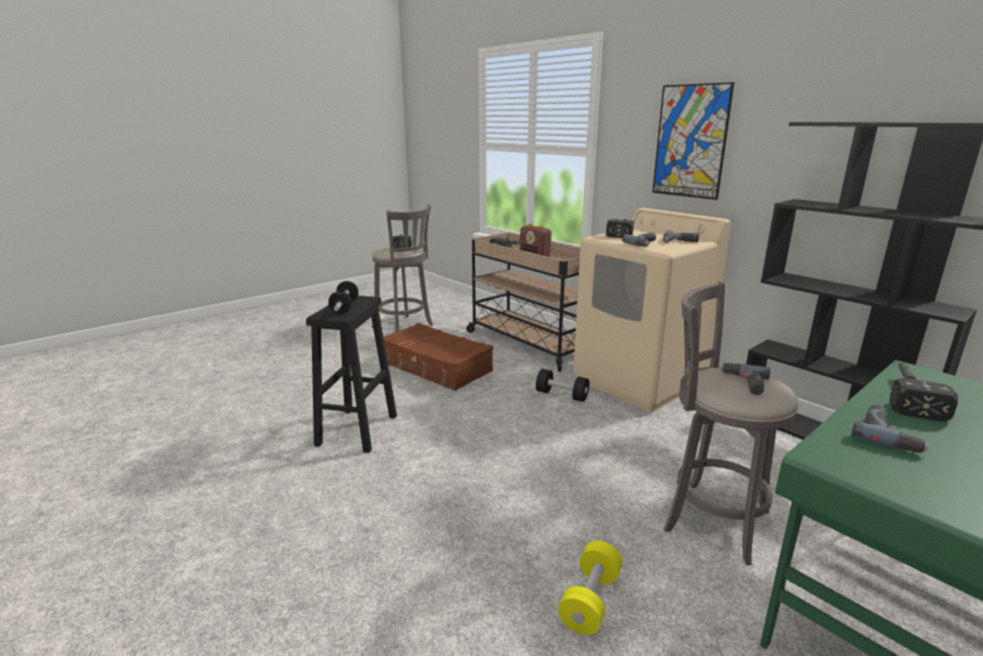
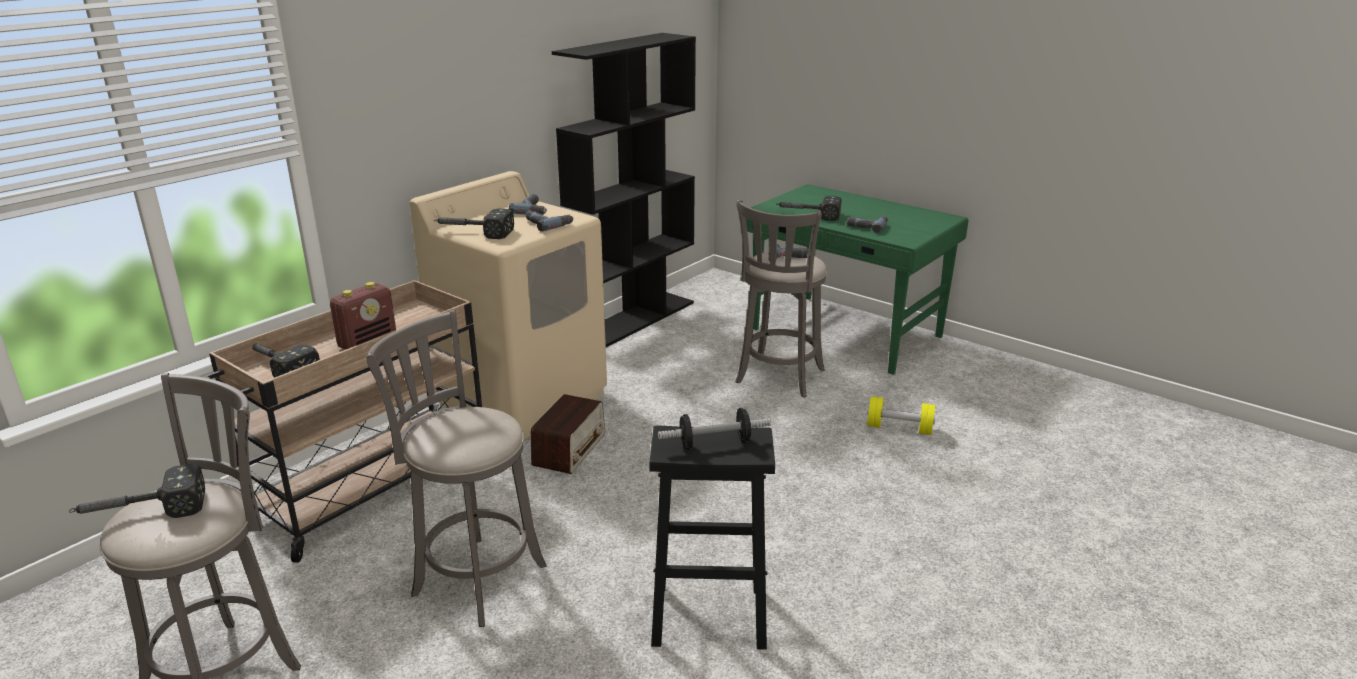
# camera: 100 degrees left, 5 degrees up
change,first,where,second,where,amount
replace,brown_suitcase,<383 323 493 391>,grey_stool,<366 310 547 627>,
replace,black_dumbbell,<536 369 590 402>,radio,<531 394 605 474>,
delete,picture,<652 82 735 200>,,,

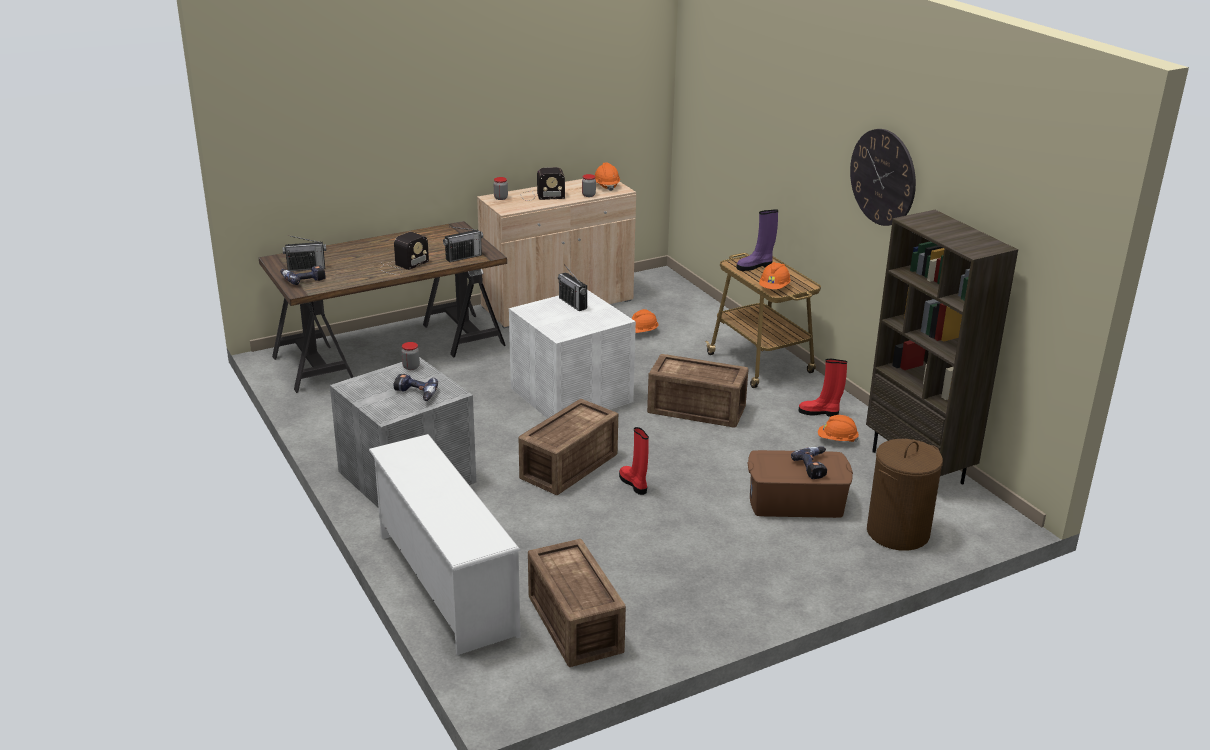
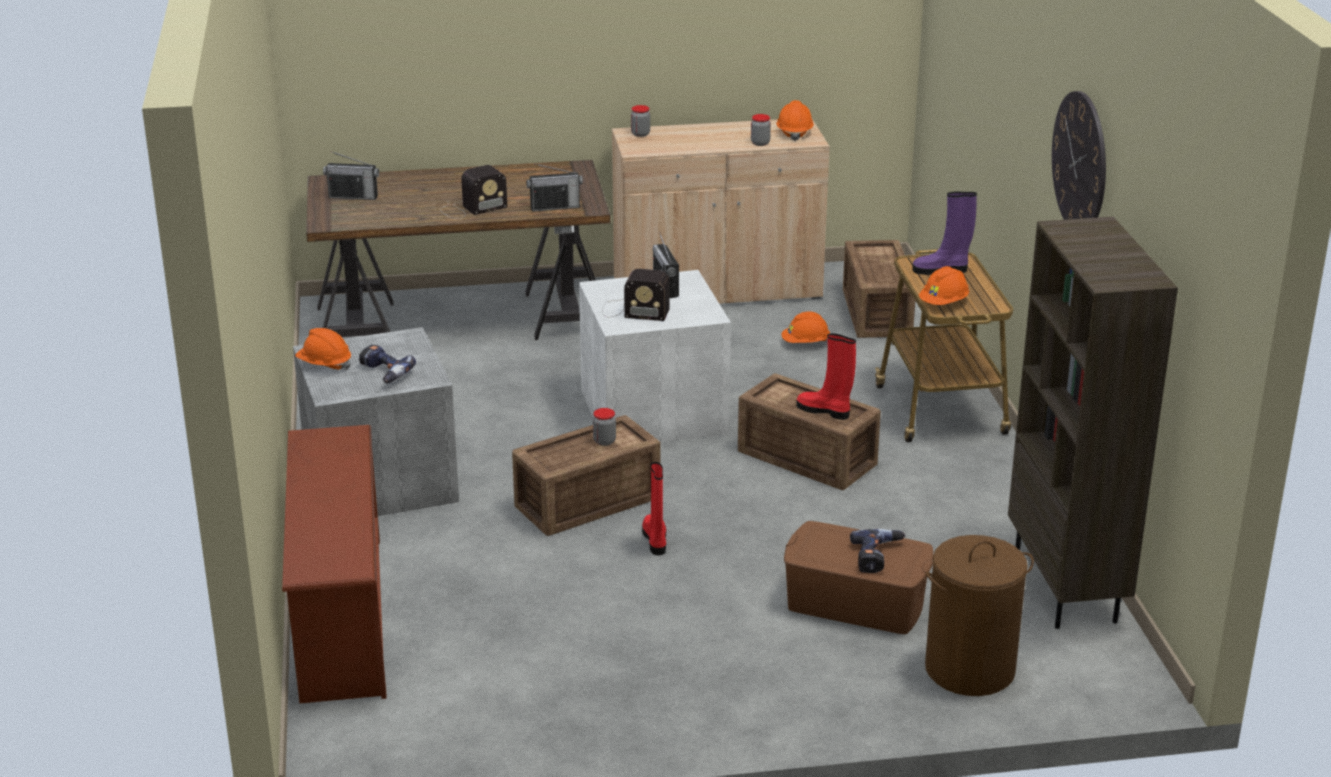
# camera: 20 degrees right, 0 degrees up
change,first,where,second,where,amount
delete,power_drill,<280 266 325 285>,,,
recolor,white_shoe_rack,<369 434 521 655>,brown_shoe_rack,<282 425 387 703>,
move,jar,<401 342 420 370>,,<593 408 616 446>,
move,radio,<521 167 565 201>,,<602 269 670 321>,
move,crate,<528 539 626 667>,,<843 240 915 338>,
move,red_boot,<799 359 847 417>,,<796 333 856 420>,
move,orange_hard_hat,<818 415 859 442>,,<295 328 351 371>,

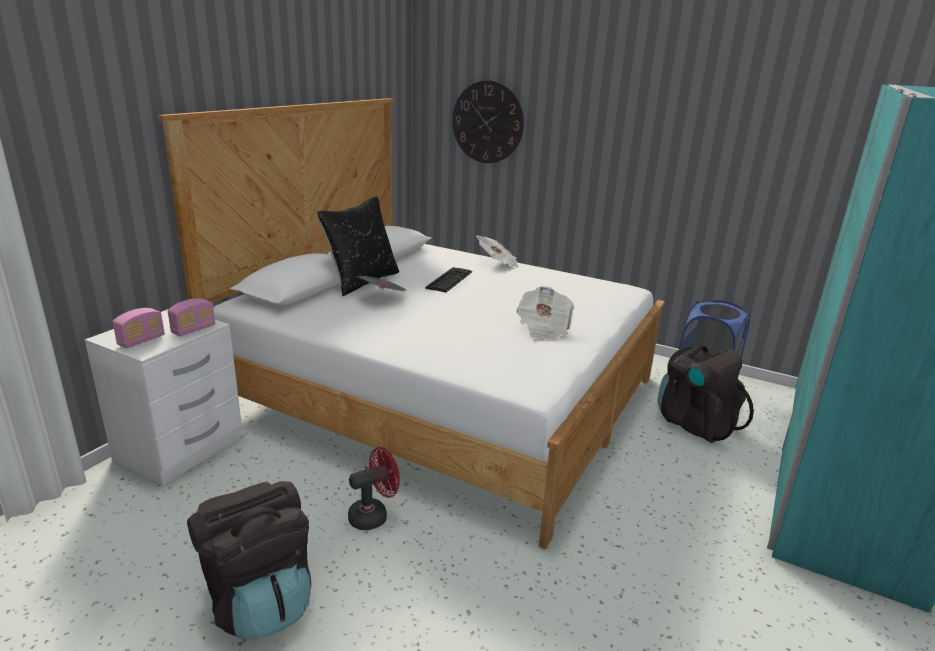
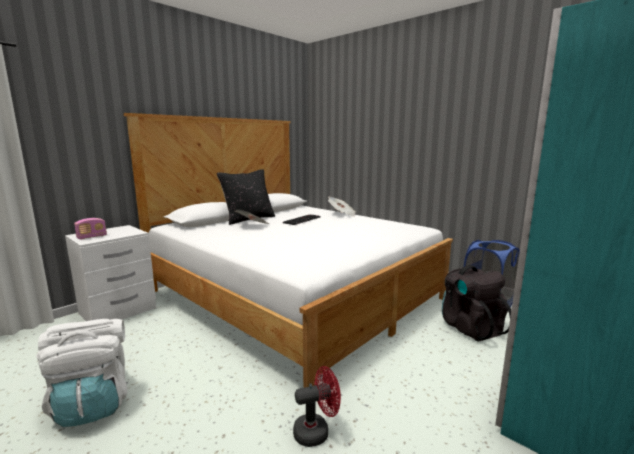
# camera: 15 degrees right, 10 degrees down
change,first,where,second,where,amount
delete,radio,<167 298 215 336>,,,
recolor,black_backpack,<187 481 311 639>,white_backpack,<36 319 128 427>,
move,red_fan,<348 447 400 530>,,<293 366 341 447>,
delete,wall_clock,<452 80 524 163>,,,
delete,newspaper,<516 286 574 340>,,,

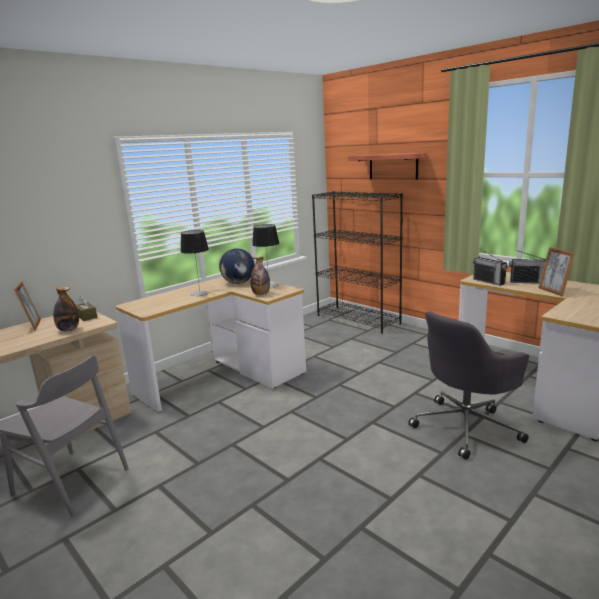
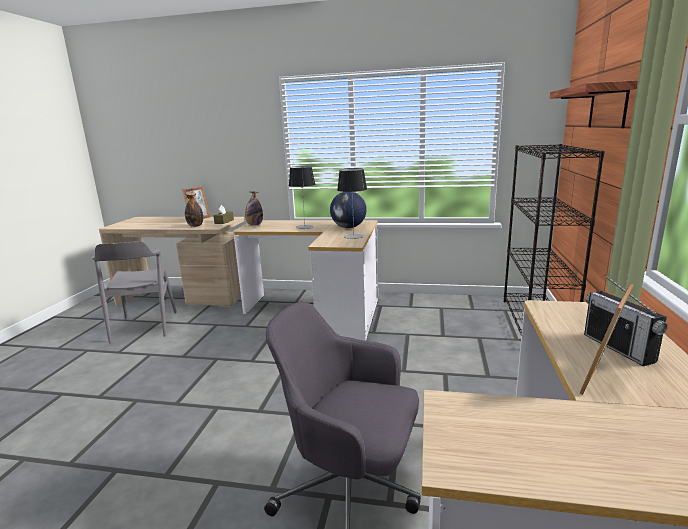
# camera: 55 degrees right, 0 degrees up
change,first,where,second,where,amount
move,bottle,<250 257 270 295>,,<245 191 263 226>,
delete,radio,<473 250 508 286>,,,

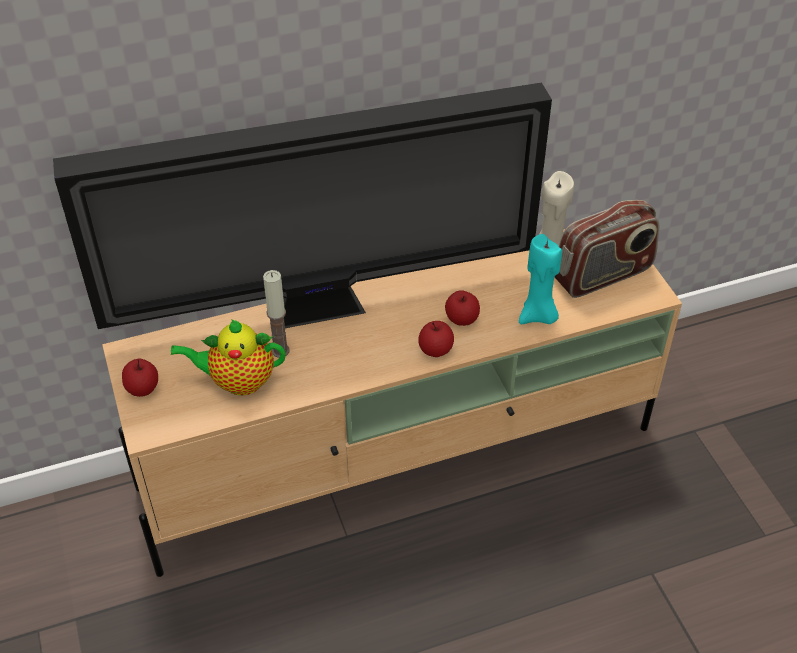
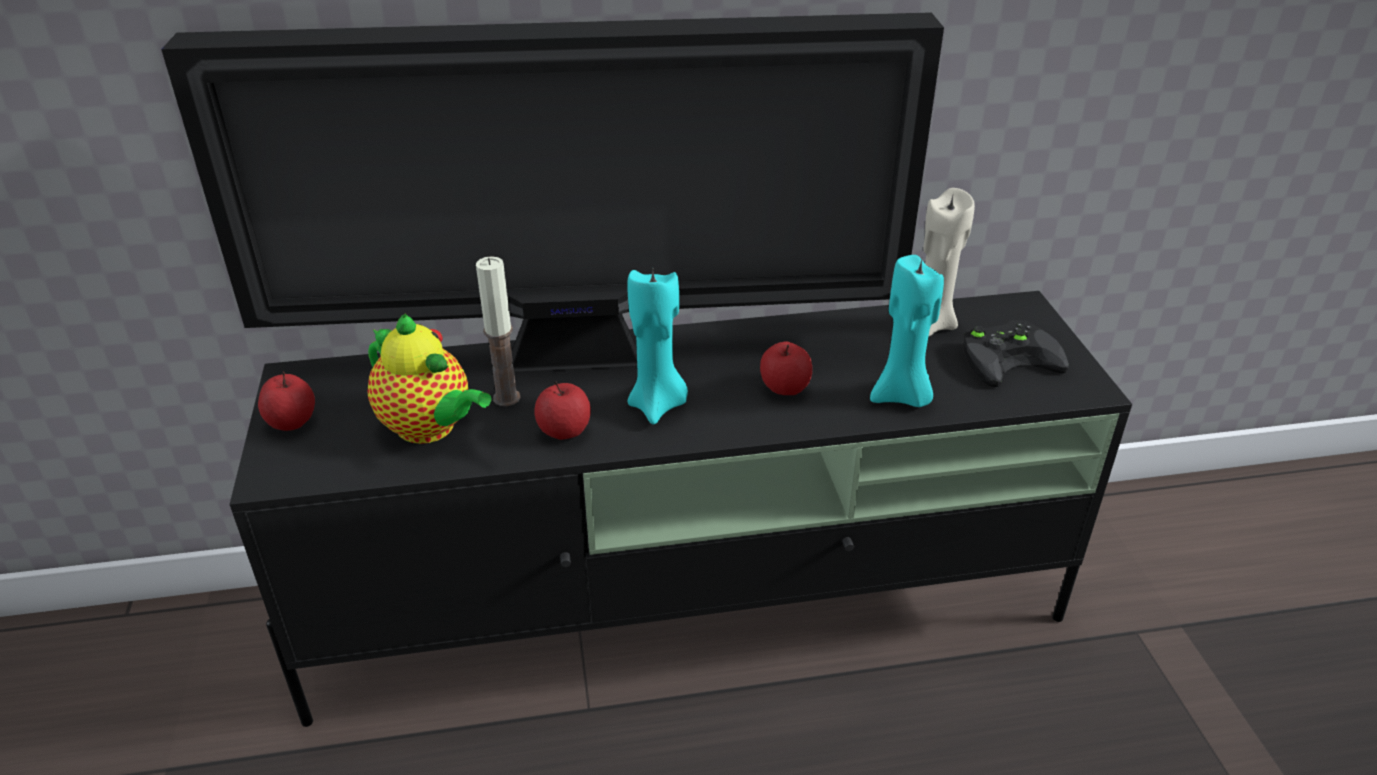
# camera: 10 degrees right, 10 degrees down
change,first,where,second,where,amount
recolor,beige_tv_stand,<102 229 682 577>,black_tv_stand,<229 291 1132 727>,
rotate,teapot,<171 319 286 395>,,<367 313 491 444>,150 degrees counterclockwise
move,apple,<418 321 454 357>,,<535 381 591 440>,
replace,radio,<555 200 659 298>,black_game_controller,<964 320 1069 387>,
insert,,,turquoise_candle,<627 269 688 425>,

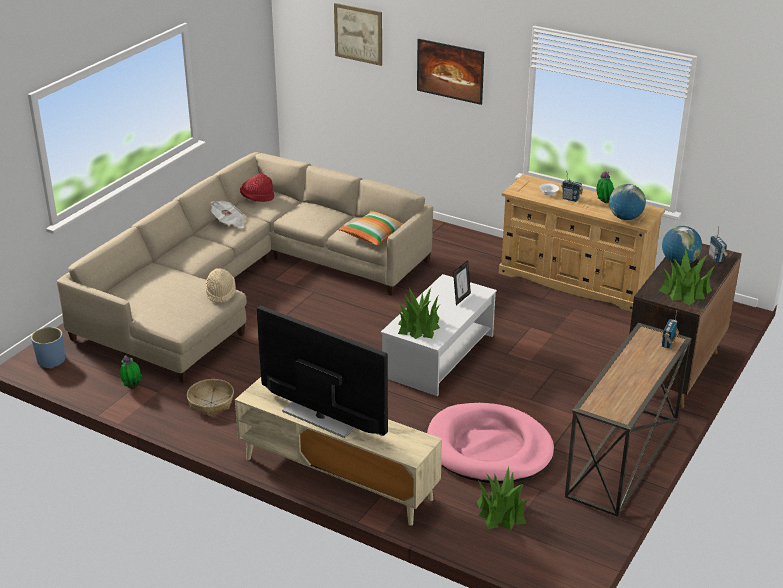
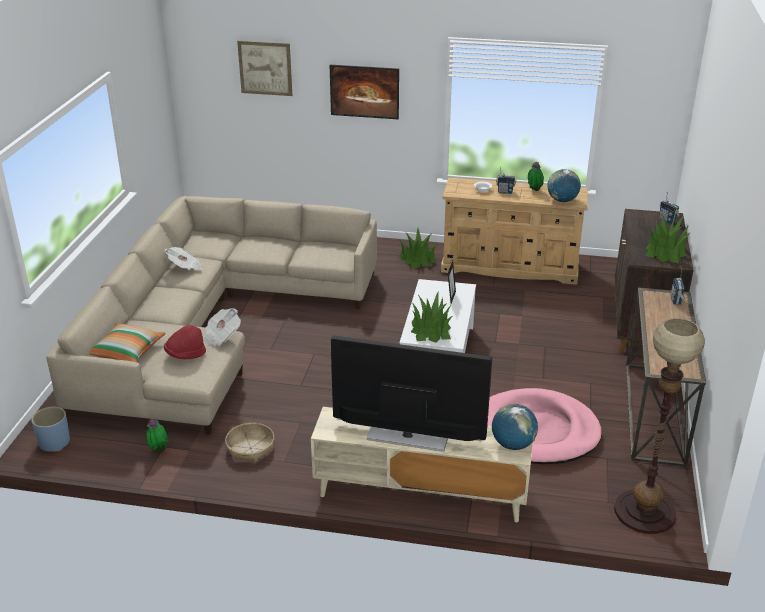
# camera: 20 degrees left, 0 degrees up
change,first,where,second,where,amount
replace,beige_hat,<206 268 236 303>,newspaper,<203 308 241 346>,
move,red_hat,<240 174 274 202>,,<164 325 206 359>,
move,pillow,<338 210 404 245>,,<89 322 166 362>,
move,potted_plant,<477 467 529 530>,,<399 228 437 269>,
move,globe,<662 226 702 265>,,<492 404 538 450>,
insert,,,floor_lamp,<614 318 705 534>,

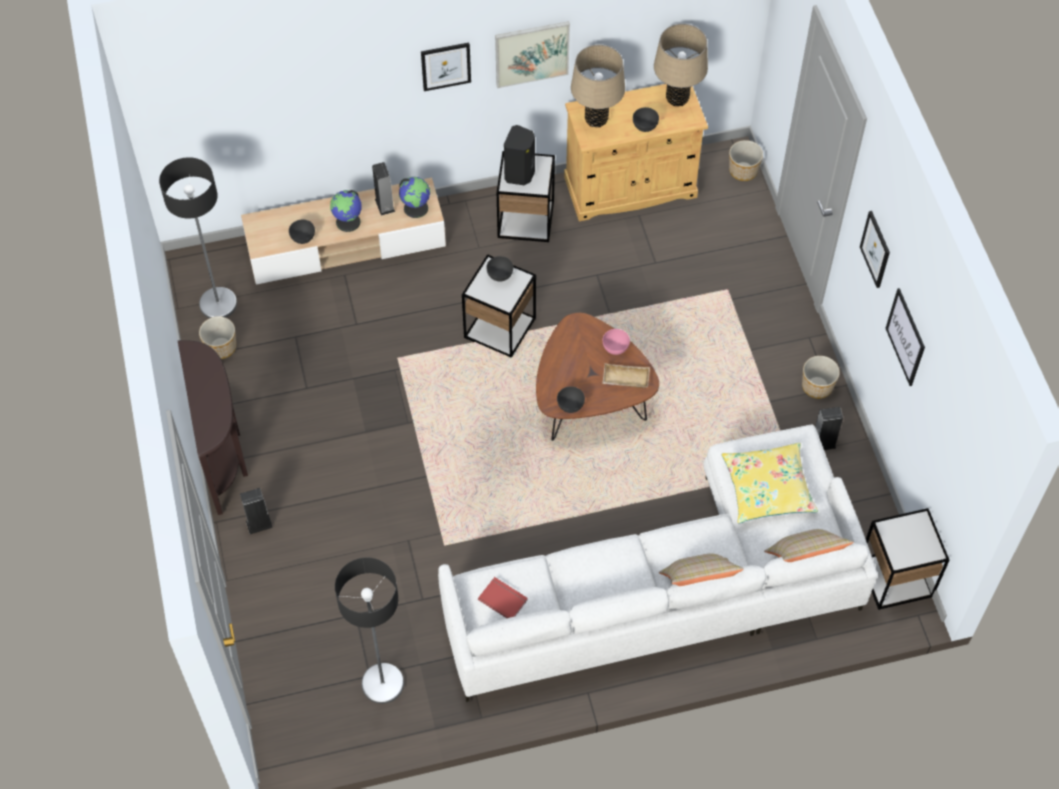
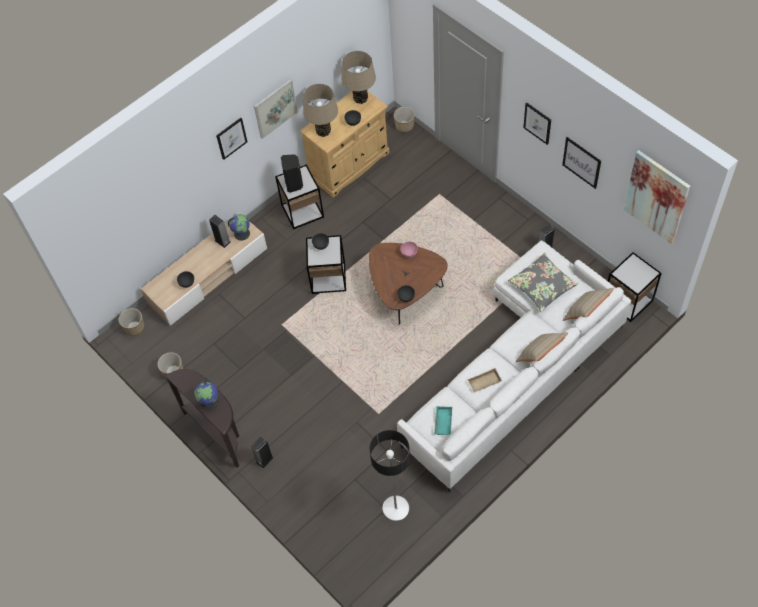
# camera: 25 degrees left, 0 degrees up
change,first,where,second,where,amount
delete,floor_lamp,<159 157 237 318>,,,
move,globe,<330 190 362 232>,,<194 380 219 410>,
replace,red_book,<478 577 528 618>,turquoise_tray,<434 406 452 435>,
move,beige_tray,<602 363 650 388>,,<467 368 502 393>,
recolor,yellow_pillow,<721 443 818 523>,grey_pillow,<508 253 578 312>,
move,planter,<802 356 840 399>,,<119 308 144 336>,
insert,,,picture,<624 150 690 244>,

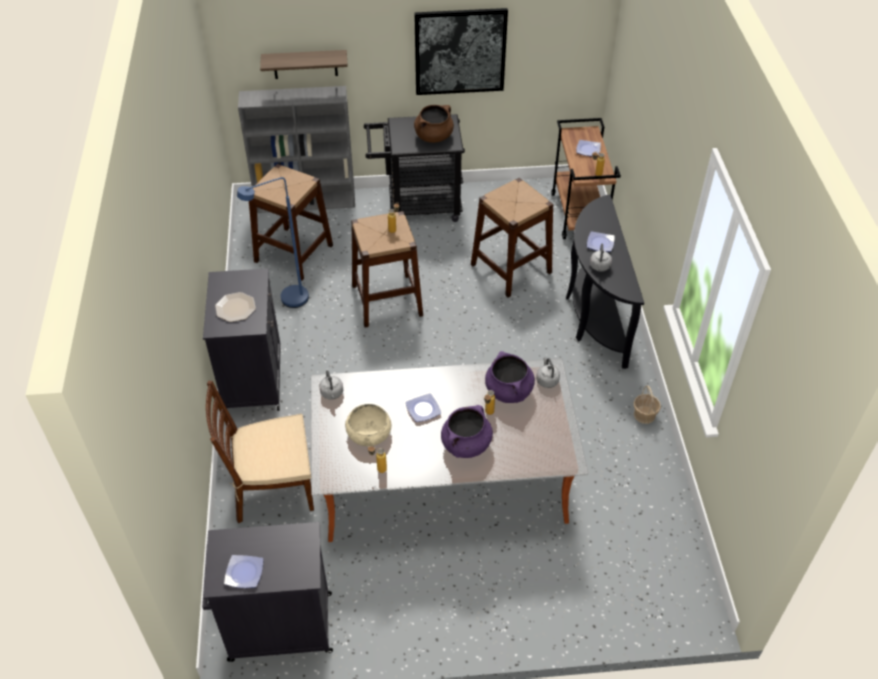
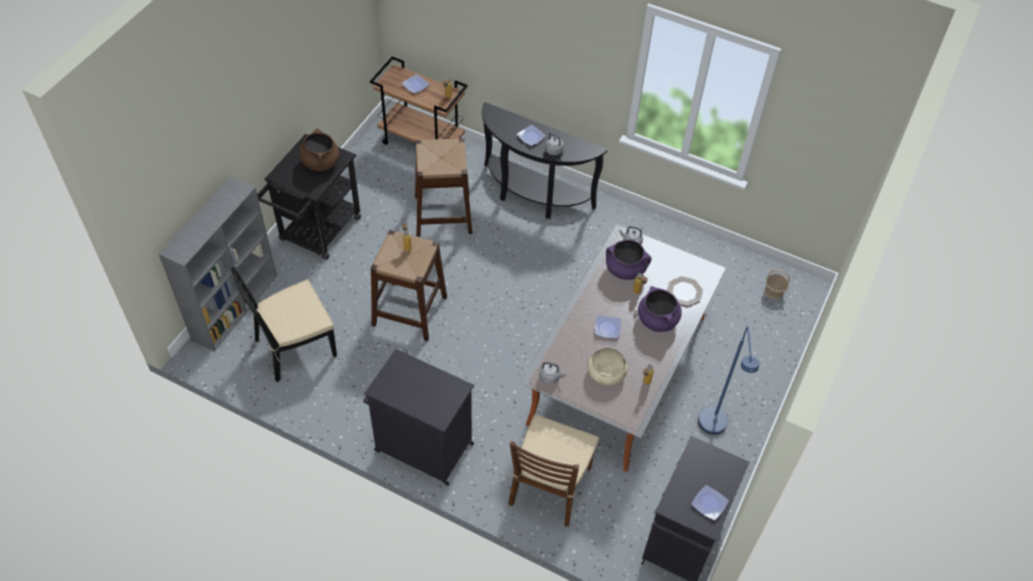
# camera: 60 degrees left, 5 degrees up
change,first,where,second,where,amount
move,plate,<215 292 256 322>,,<667 276 703 306>,
move,blue_floor_lamp,<237 177 309 308>,,<698 326 760 435>,
replace,brown_stool,<249 164 333 281>,black_chair,<231 267 337 382>,
delete,shelf,<260 50 348 79>,,,
delete,picture,<414 8 508 95>,,,
move,basket,<634 386 661 424>,,<765 270 790 299>,

